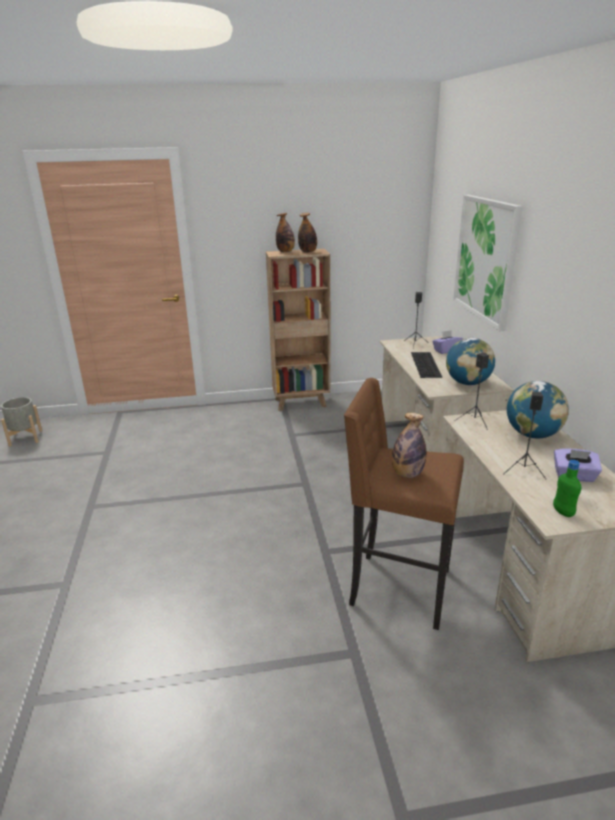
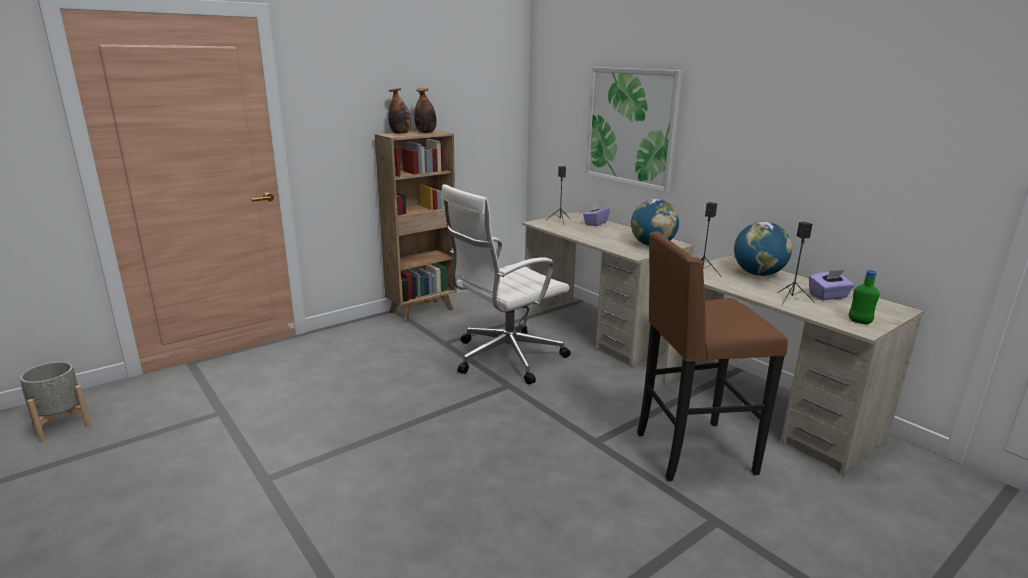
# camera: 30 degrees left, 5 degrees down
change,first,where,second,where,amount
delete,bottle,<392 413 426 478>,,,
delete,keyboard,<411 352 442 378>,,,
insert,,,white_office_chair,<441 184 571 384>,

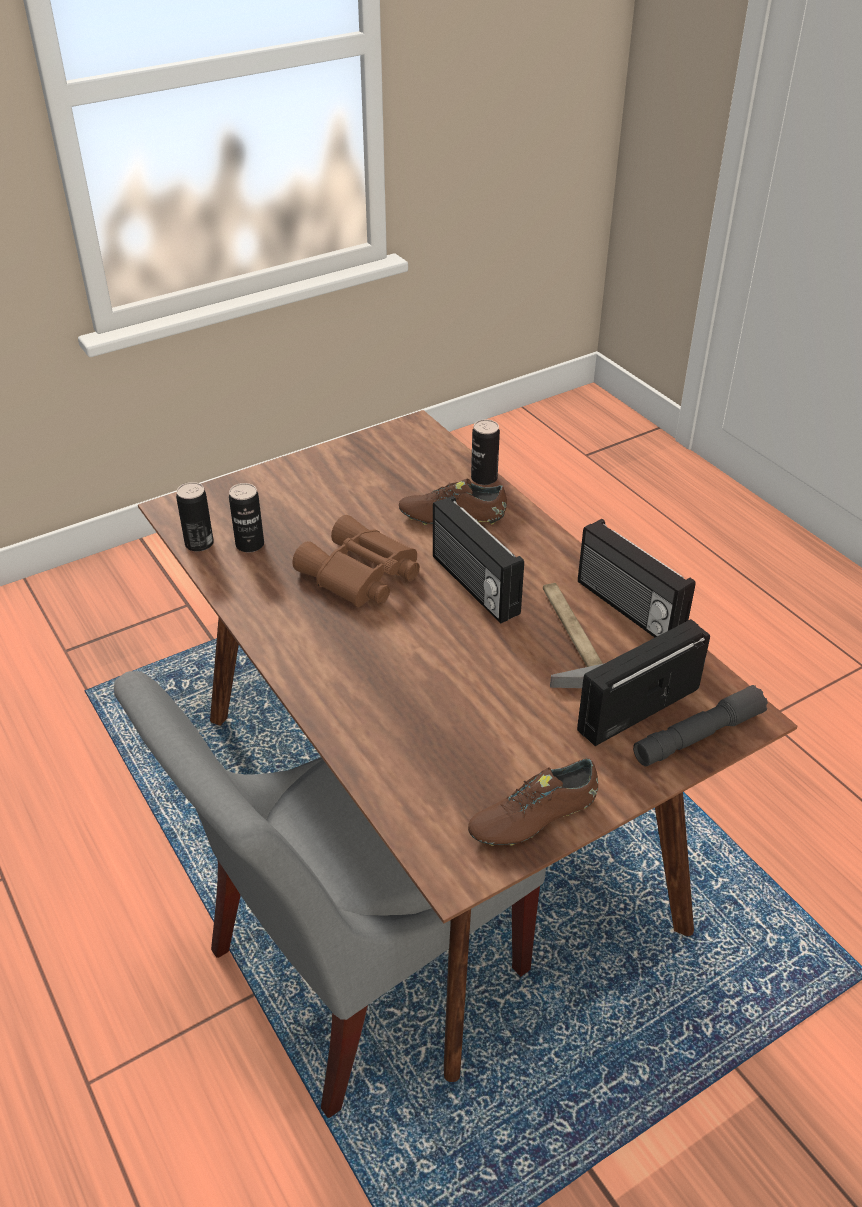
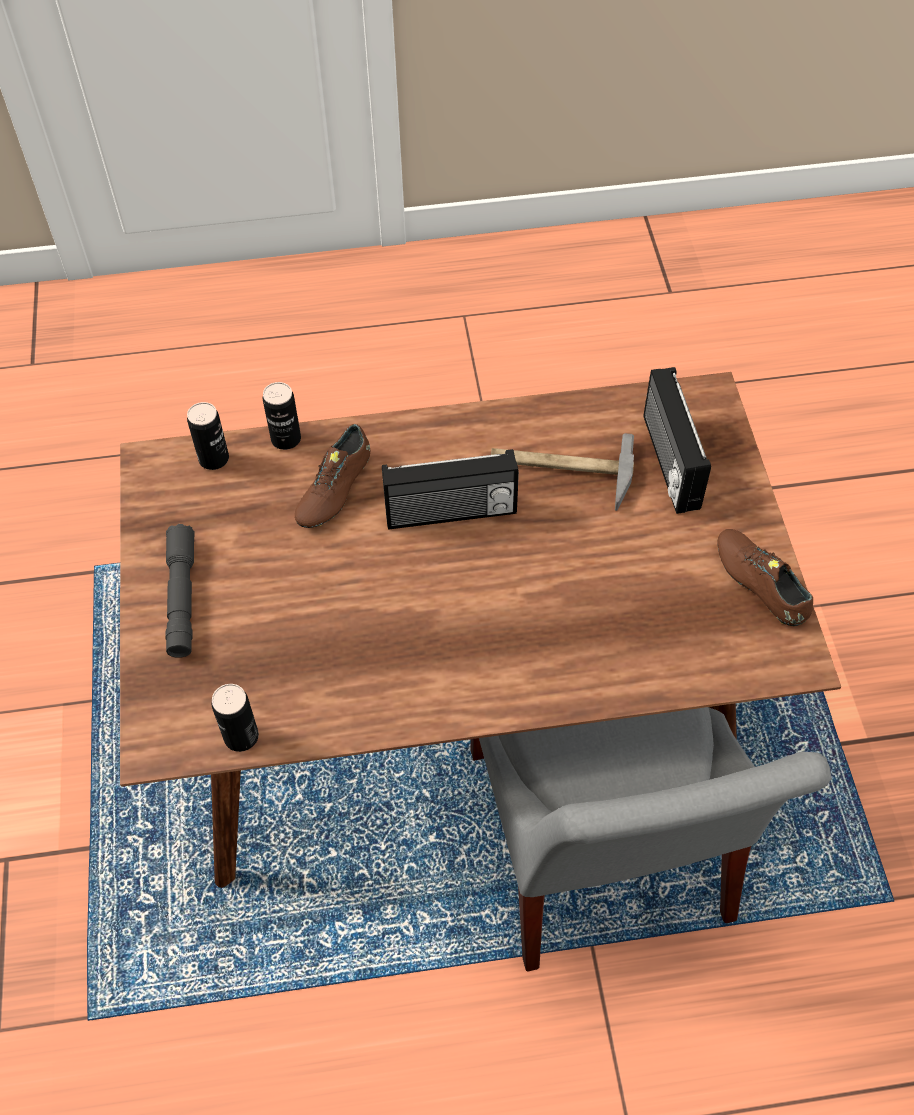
# camera: 65 degrees left, 15 degrees up
change,first,where,second,where,amount
move,can,<229 483 264 553>,,<187 402 229 470>,
delete,brown_binoculars,<292 515 420 607>,,,
rotate,brown_shoe,<468 758 598 846>,,<717 529 813 626>,150 degrees clockwise
delete,radio,<578 519 696 637>,,,
move,grey_flashlight,<633 685 768 766>,,<165 524 195 658>,

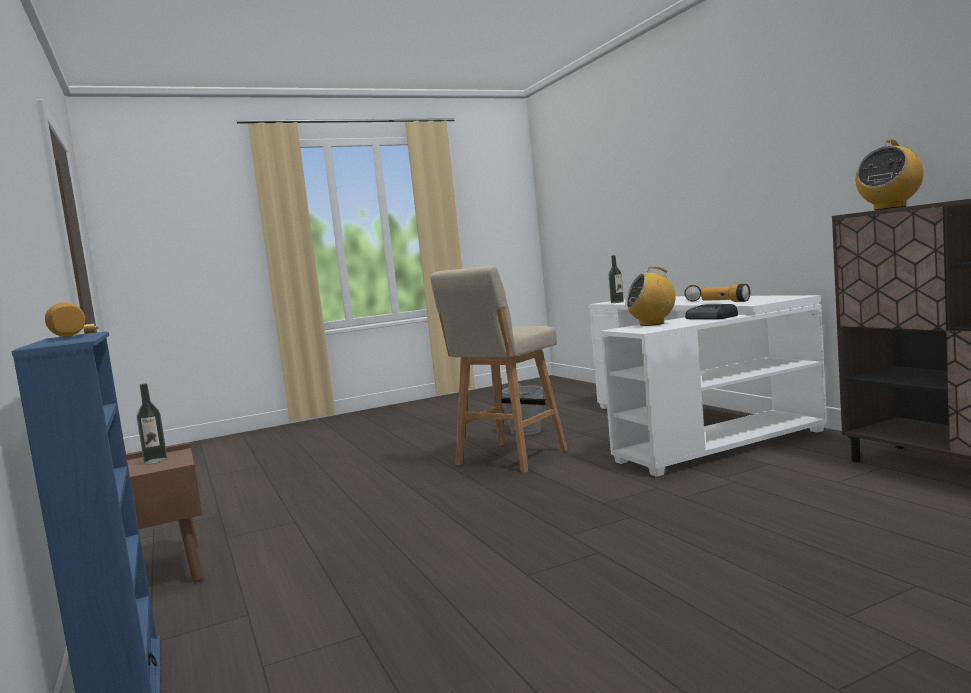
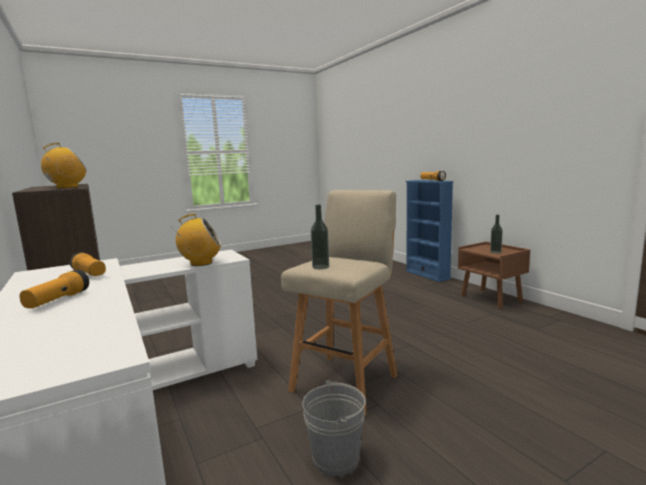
# camera: 175 degrees right, 5 degrees up
change,first,where,second,where,amount
move,bottle,<609 255 624 303>,,<311 205 329 269>,
delete,radio,<685 304 738 319>,,,

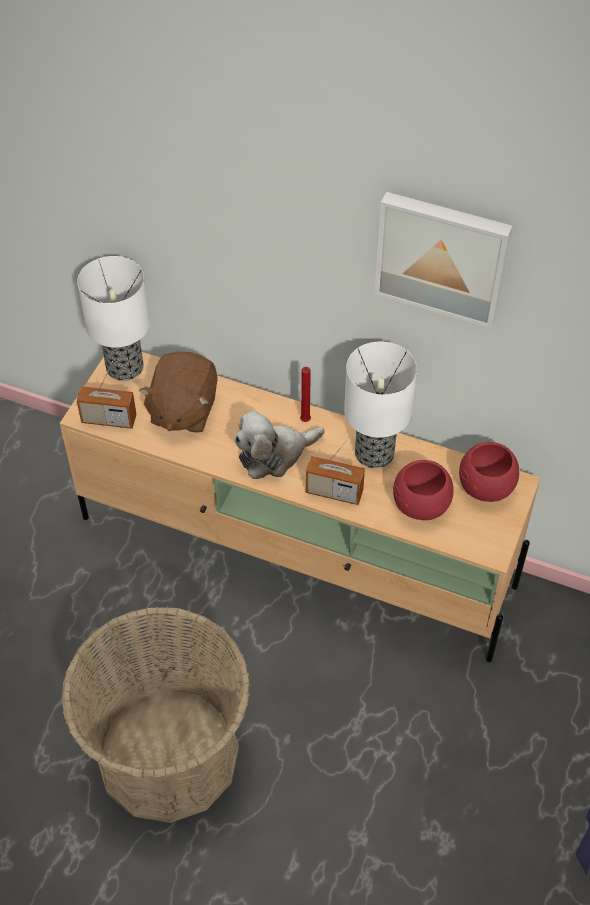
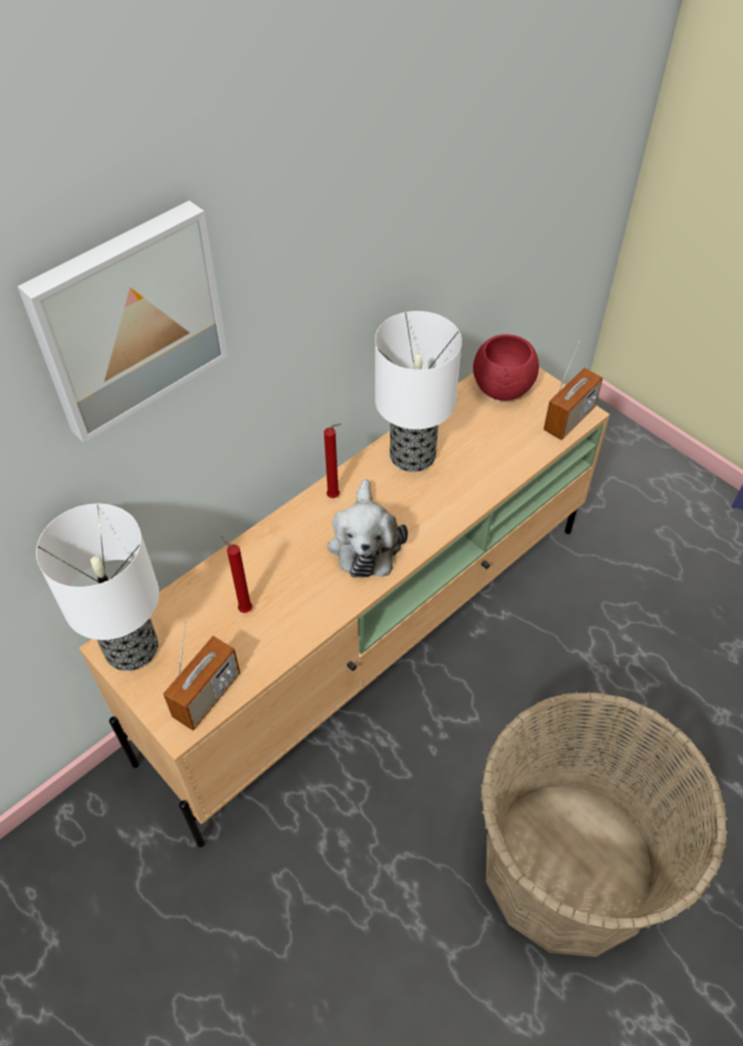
# camera: 65 degrees left, 0 degrees up
change,first,where,second,where,amount
replace,brown_plush_toy,<139 351 218 433>,red_candle,<221 536 252 613>,
move,radio,<306 436 365 505>,,<543 340 603 440>,
move,picture,<374 192 513 328>,,<17 200 228 443>,
delete,red_bowl,<393 460 454 520>,,,

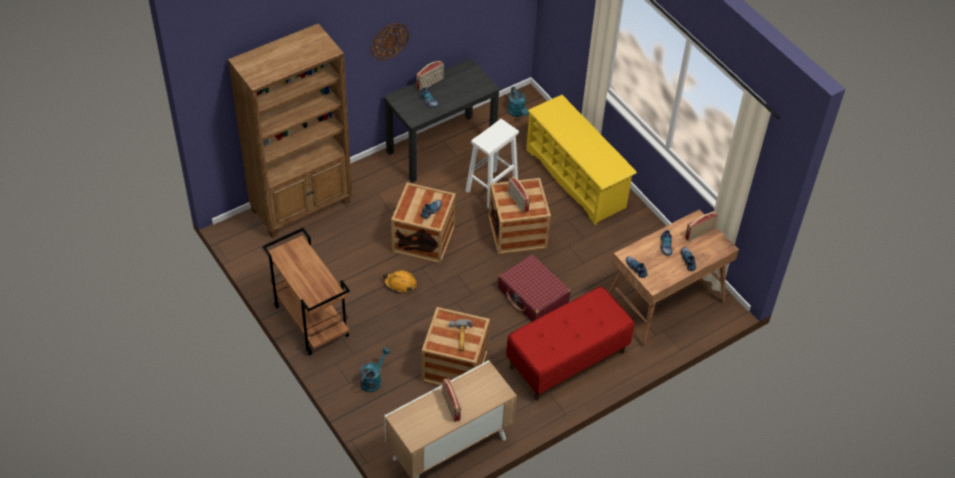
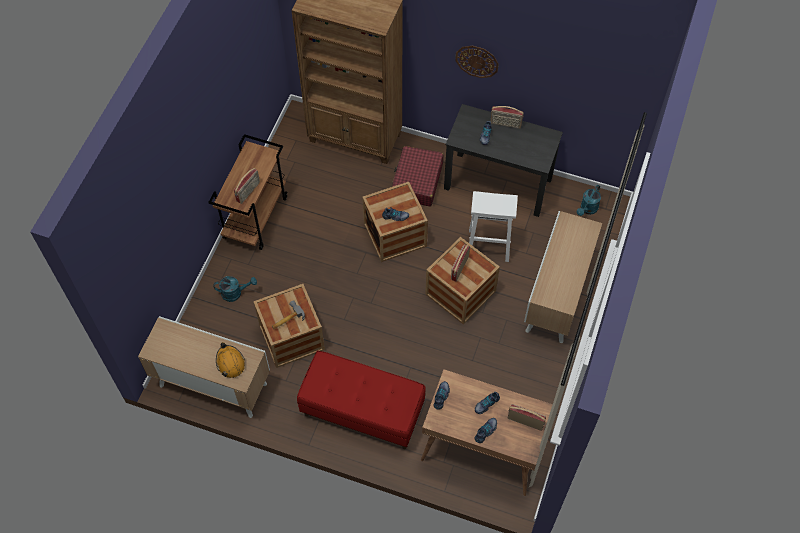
# camera: 55 degrees right, 10 degrees up
change,first,where,second,where,amount
move,orange_hard_hat,<383 270 417 294>,,<216 342 245 378>,
move,radio,<442 378 461 422>,,<234 168 260 204>,
move,red_suitcase,<498 254 571 321>,,<392 146 444 206>,
replace,yellow_shoe_rack,<526 95 637 225>,cabinet,<524 211 602 343>,

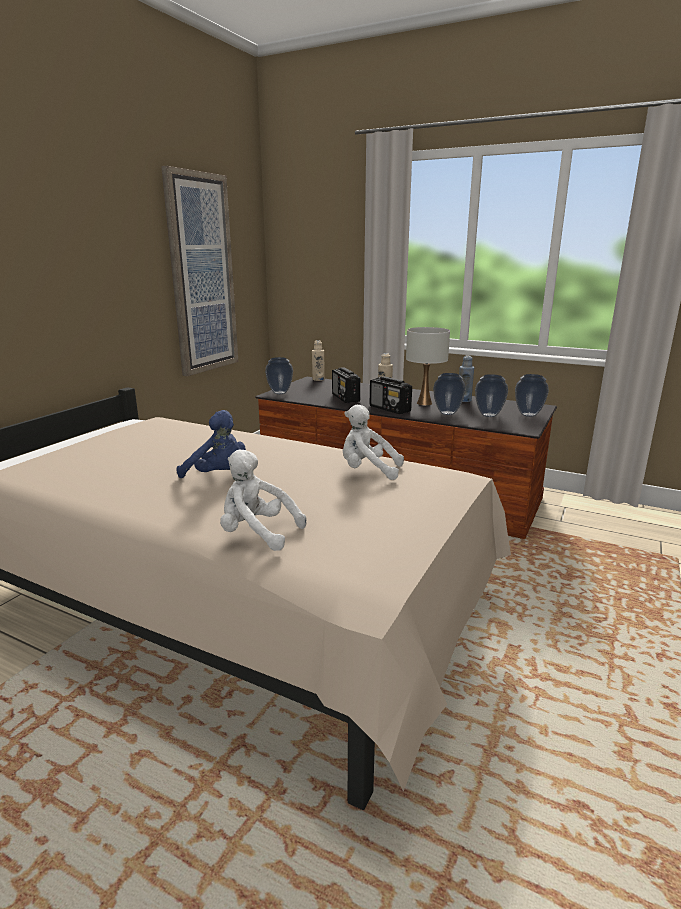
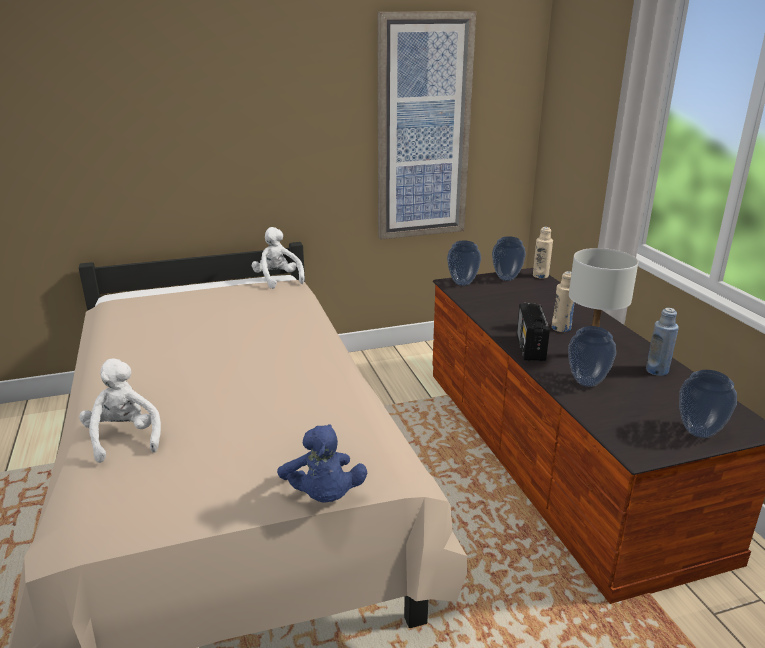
# camera: 45 degrees right, 5 degrees up
change,first,where,second,where,amount
move,blue_plush_toy,<177 410 246 478>,,<277 424 367 503>,
delete,radio,<332 367 360 403>,,,
move,white_plush_toy,<343 405 404 480>,,<252 227 305 289>,
move,vase,<475 374 508 417>,,<492 236 526 281>,

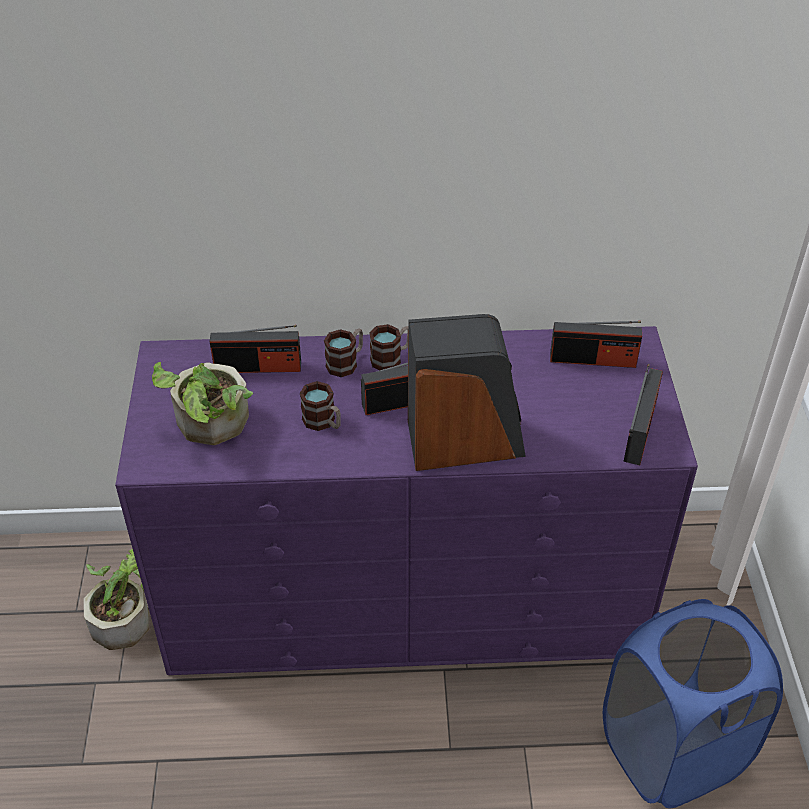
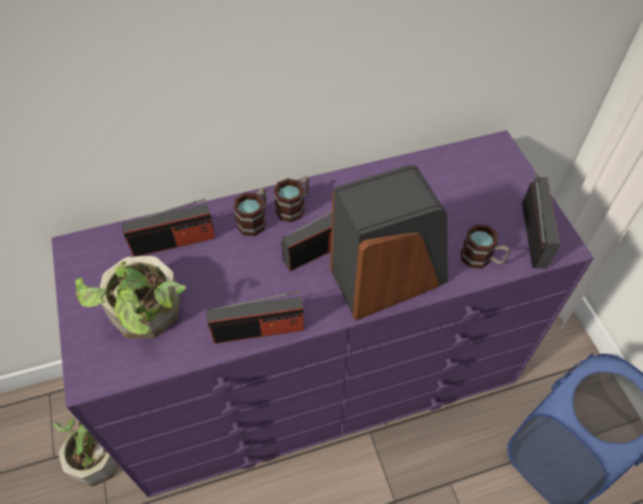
# camera: 15 degrees left, 10 degrees up
change,first,where,second,where,amount
move,mug,<300 381 341 431>,,<461 224 510 269>,
move,radio,<550 321 642 368>,,<207 291 304 344>,

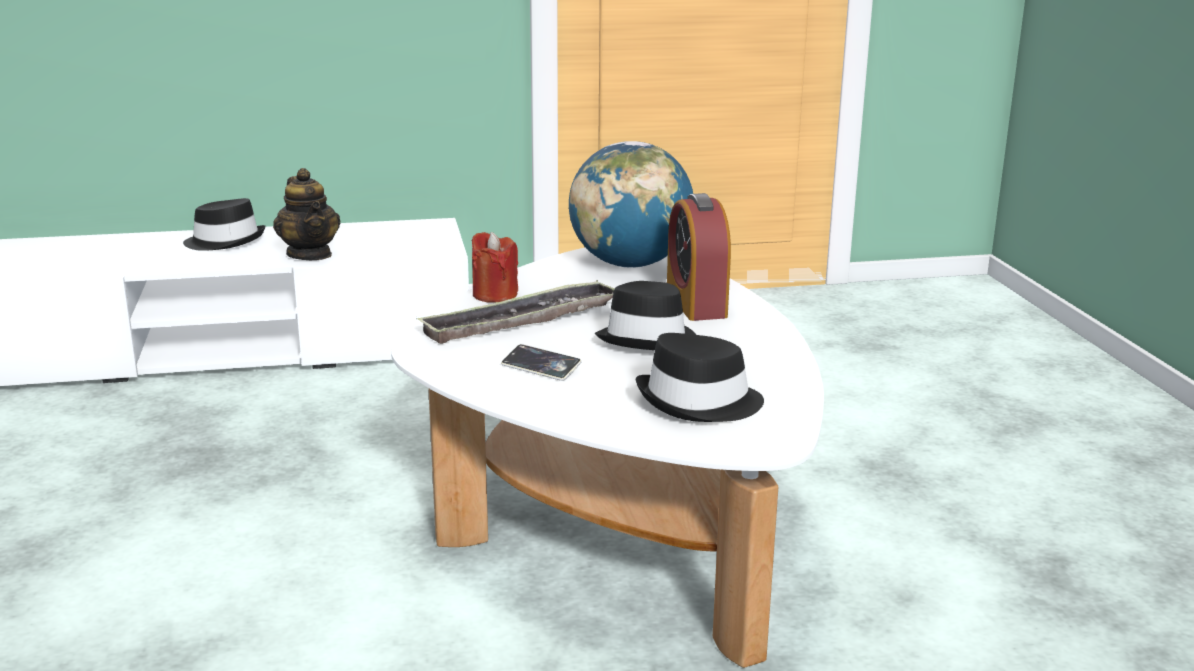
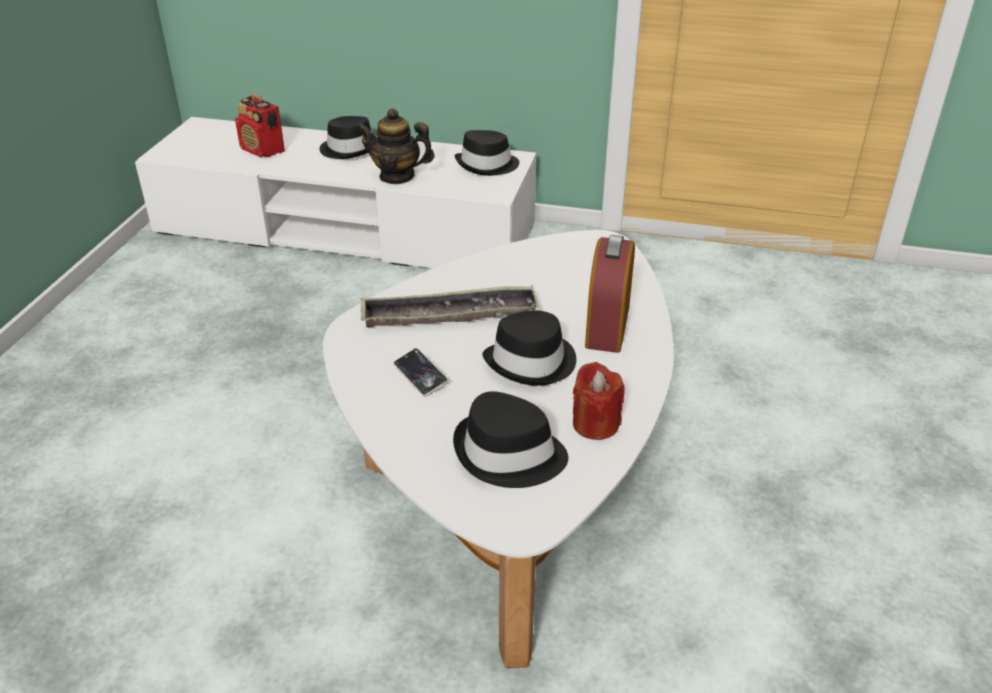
# camera: 25 degrees right, 15 degrees up
change,first,where,second,where,amount
rotate,teapot,<273 168 340 260>,,<357 108 435 184>,105 degrees clockwise
move,red_candle,<472 232 518 302>,,<573 362 625 440>,
delete,globe,<569 141 693 268>,,,
insert,,,radio,<235 94 285 157>,
insert,,,black_hat,<454 130 519 176>,

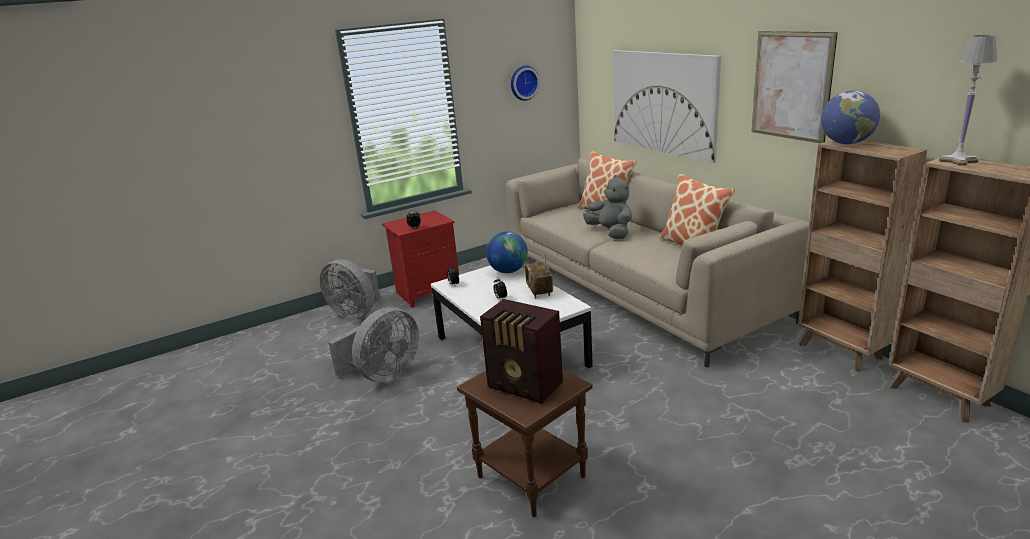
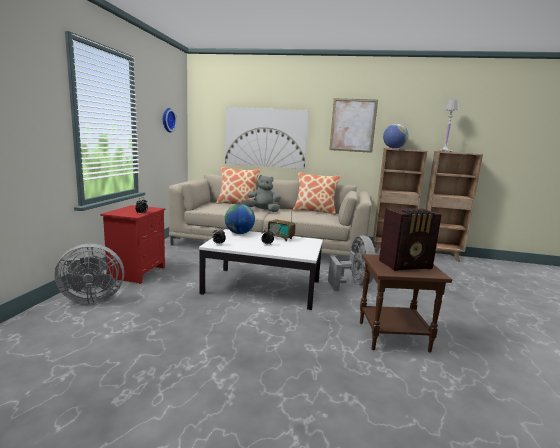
# camera: 50 degrees left, 10 degrees down
change,first,where,second,where,amount
move,grey_fan,<328 307 419 382>,,<328 235 375 291>,

